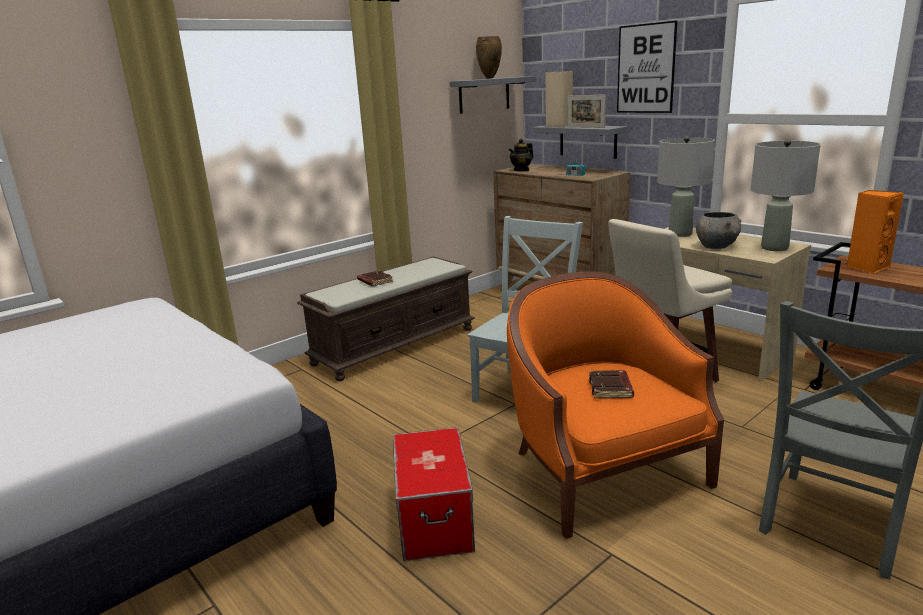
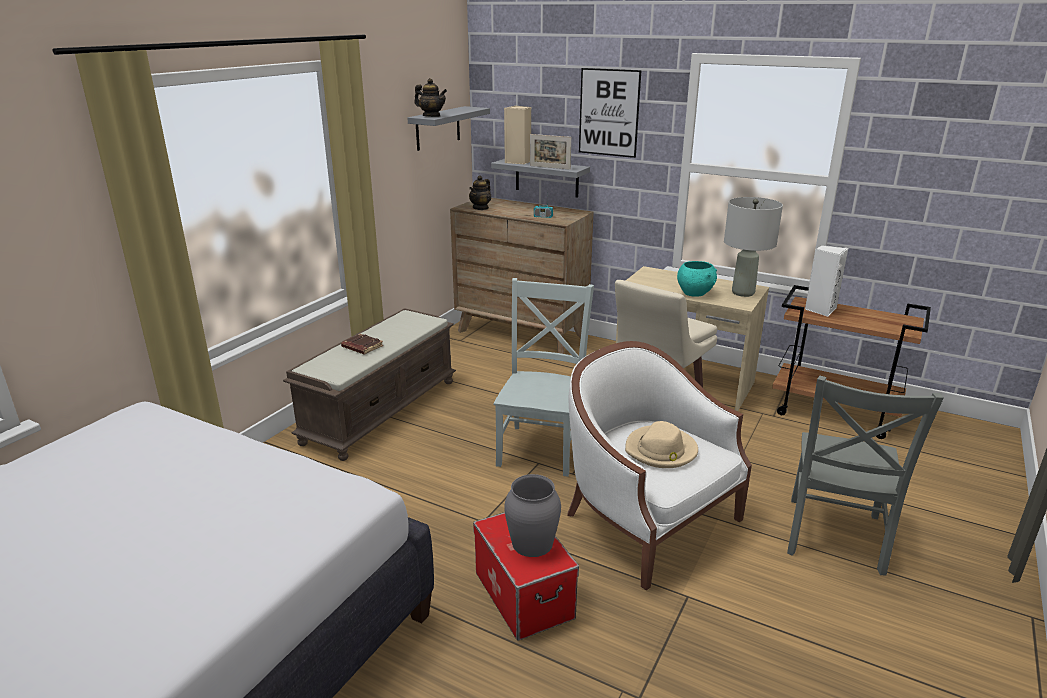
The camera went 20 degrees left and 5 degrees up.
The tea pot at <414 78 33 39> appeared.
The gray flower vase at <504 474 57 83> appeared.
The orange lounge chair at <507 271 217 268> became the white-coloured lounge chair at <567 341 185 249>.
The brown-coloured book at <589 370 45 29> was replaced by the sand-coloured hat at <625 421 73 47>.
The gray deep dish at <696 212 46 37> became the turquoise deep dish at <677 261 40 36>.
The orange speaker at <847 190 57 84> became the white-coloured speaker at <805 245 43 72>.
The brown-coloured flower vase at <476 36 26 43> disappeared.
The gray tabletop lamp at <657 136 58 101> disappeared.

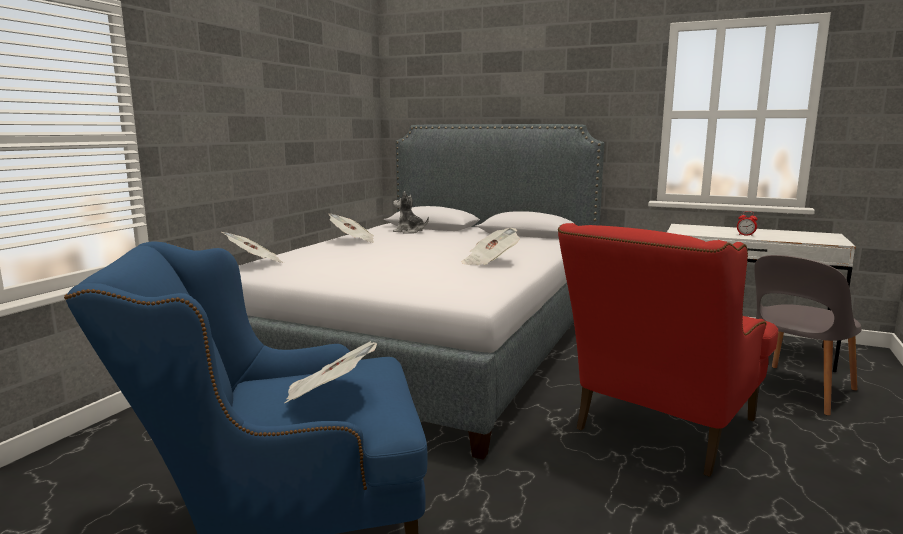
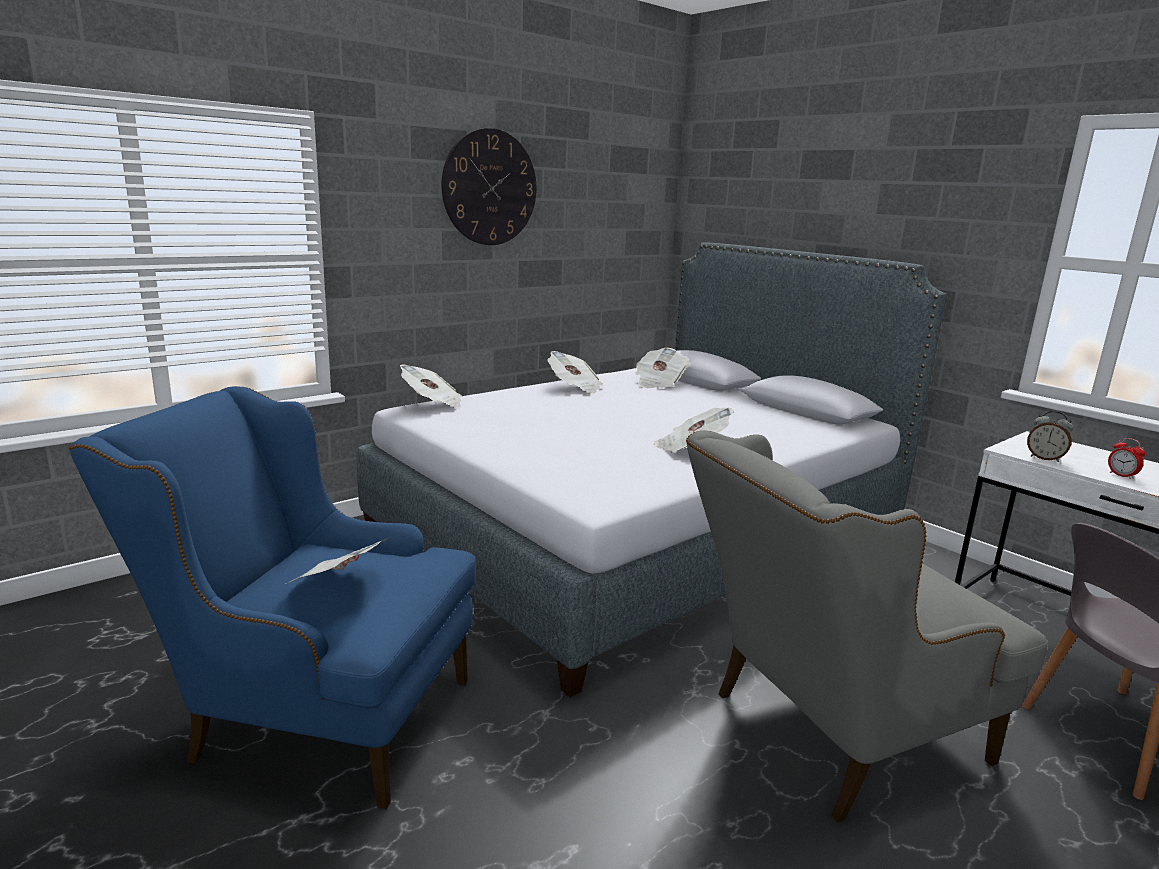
The camera went 25 degrees right and 5 degrees up.
The wall clock at <442 128 94 117> appeared.
The soft toy at <393 191 36 43> was replaced by the newspaper at <635 348 54 40>.
The red-coloured lounge chair at <558 223 220 254> became the gray lounge chair at <686 430 362 393>.
The table clock at <1027 411 46 51> appeared.

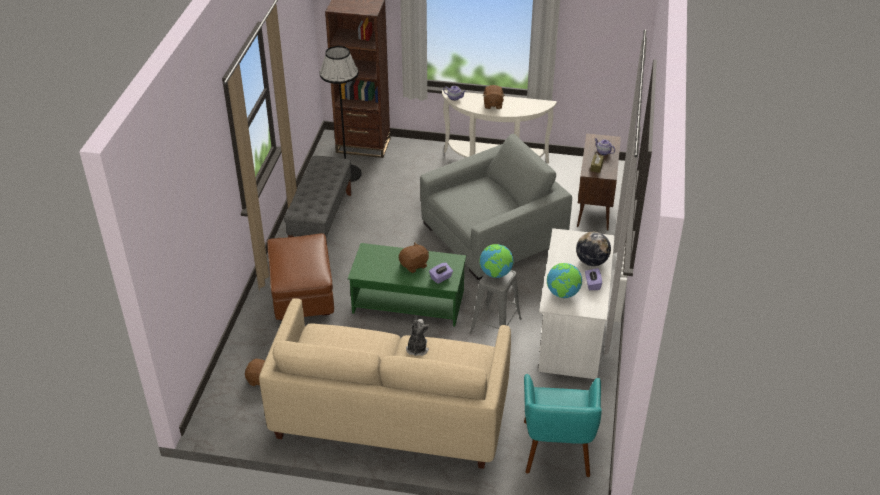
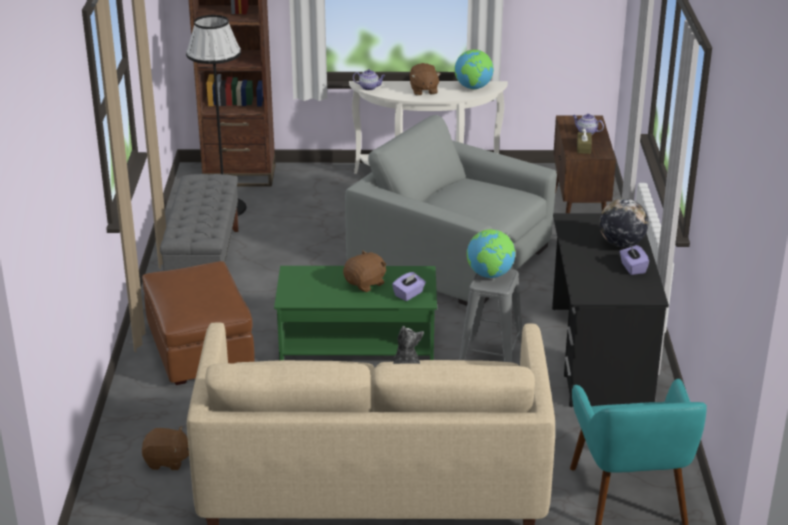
The camera went 10 degrees left and 10 degrees down.
The gray lounge chair at <420 134 152 146> turned 105 degrees counterclockwise.
The globe moved from <547 263 35 35> to <454 50 40 39>.
The white-coloured desk at <538 228 77 151> became the black-coloured desk at <552 213 117 194>.

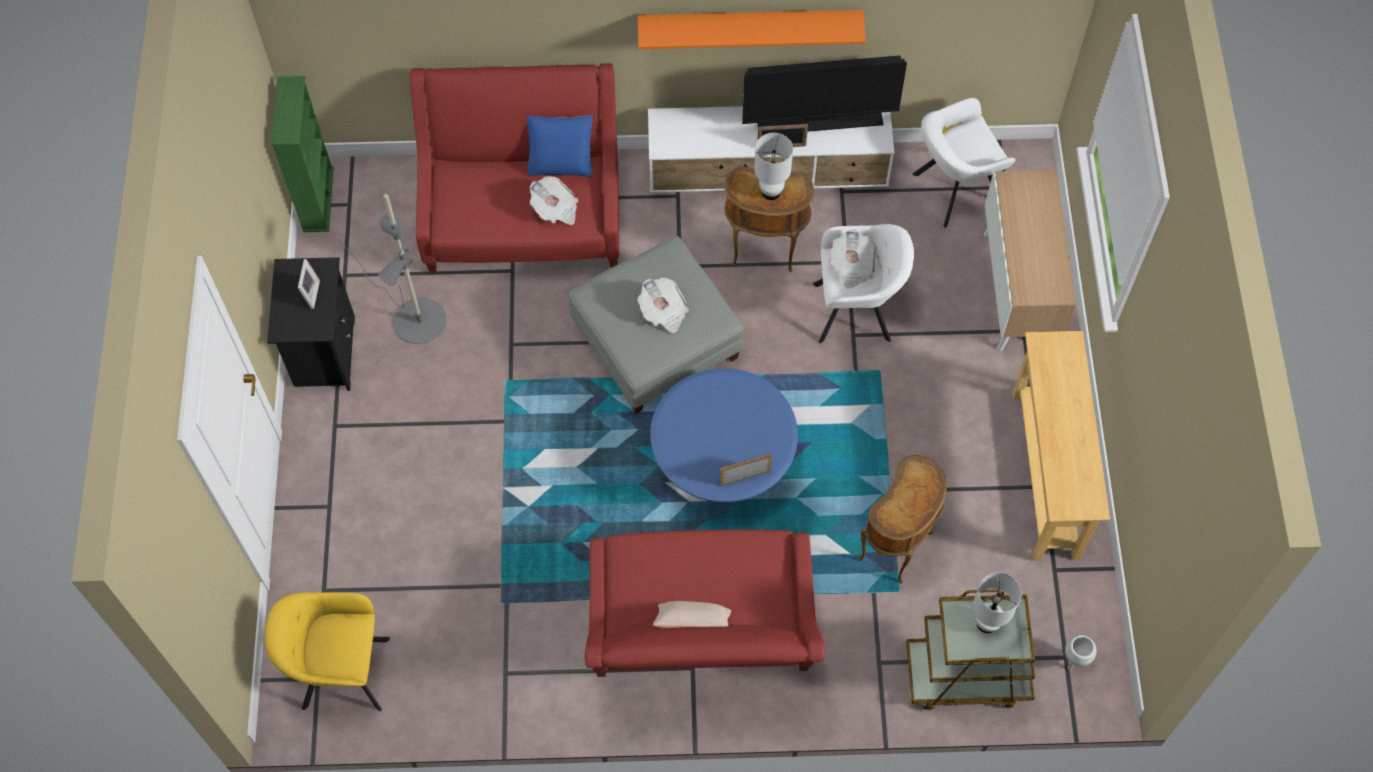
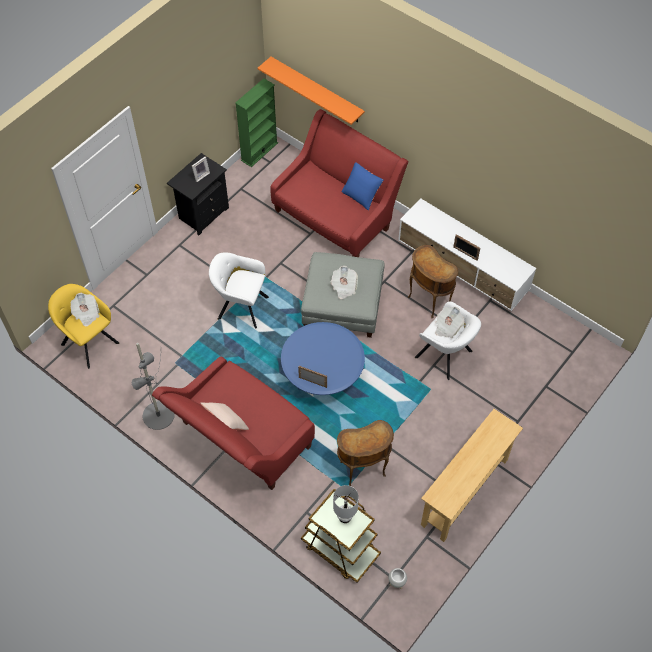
The camera went 40 degrees right and 5 degrees down.
The newspaper moved from <530 176 48 49> to <70 293 30 34>.
The gray standing lamp moved from <336 194 110 150> to <132 343 43 87>.
The white-coloured lounge chair moved from <913 98 102 130> to <209 252 60 76>.
The orange shelf moved from <638 10 228 39> to <257 57 108 68>.
The TV at <742 55 165 77> disappeared.
The white-coloured tabletop lamp at <754 133 39 67> disappeared.
The cabinet at <983 170 93 181> disappeared.

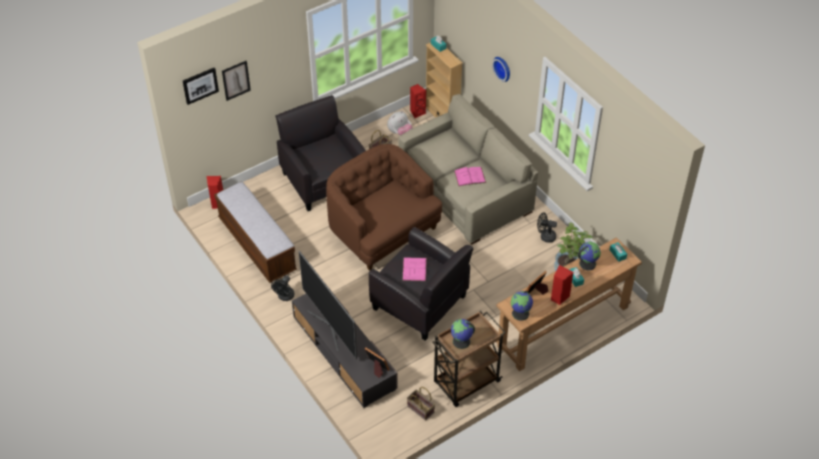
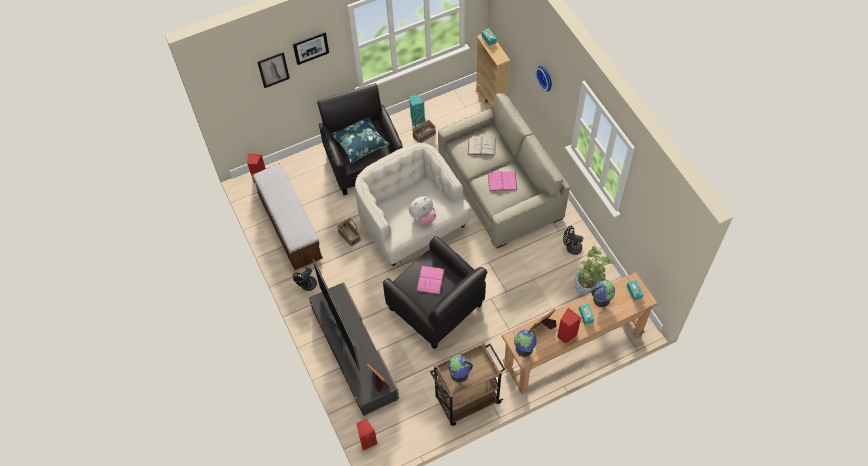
The camera went 10 degrees right and 10 degrees up.
The wall art moved from <183 68 36 37> to <292 31 37 34>.
The blue-coloured throw pillow at <332 118 58 45> appeared.
The storage basket moved from <407 387 28 33> to <337 218 24 29>.
The brown-coloured lounge chair at <326 144 116 127> became the white-coloured lounge chair at <355 143 115 123>.
The red-coloured speaker moved from <410 84 16 34> to <356 419 22 31>.
The turquoise speaker at <409 94 16 32> appeared.
The soft toy moved from <387 111 26 24> to <409 196 27 29>.
The white-coloured book at <468 136 28 20> appeared.

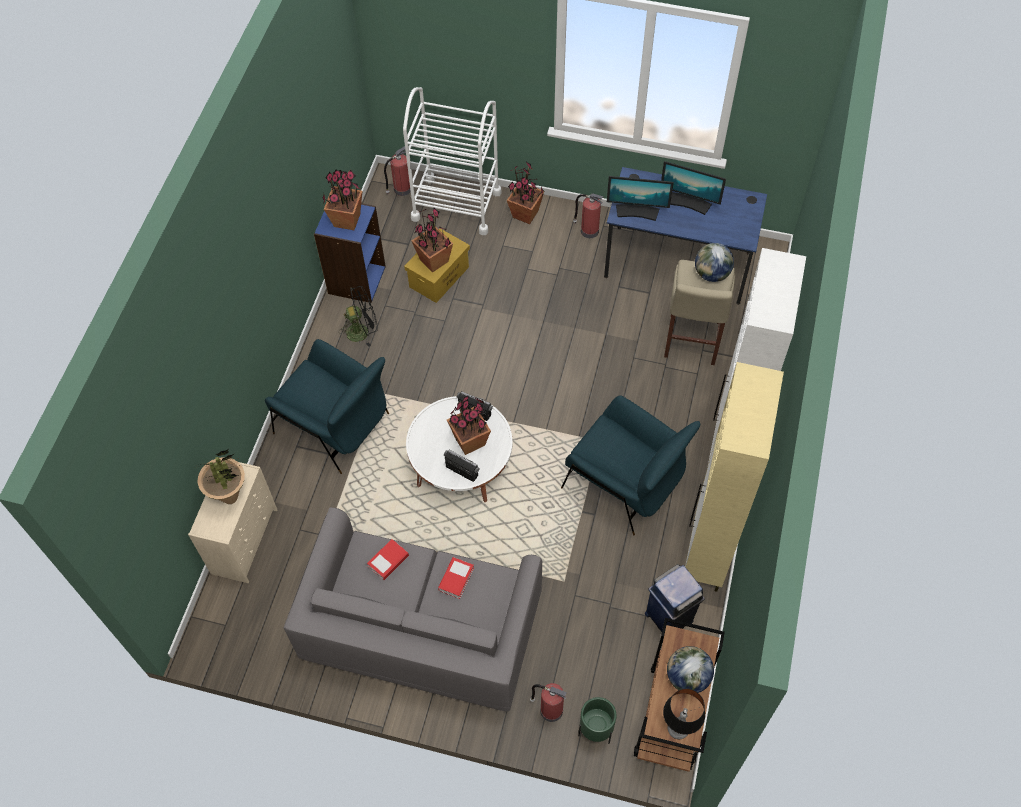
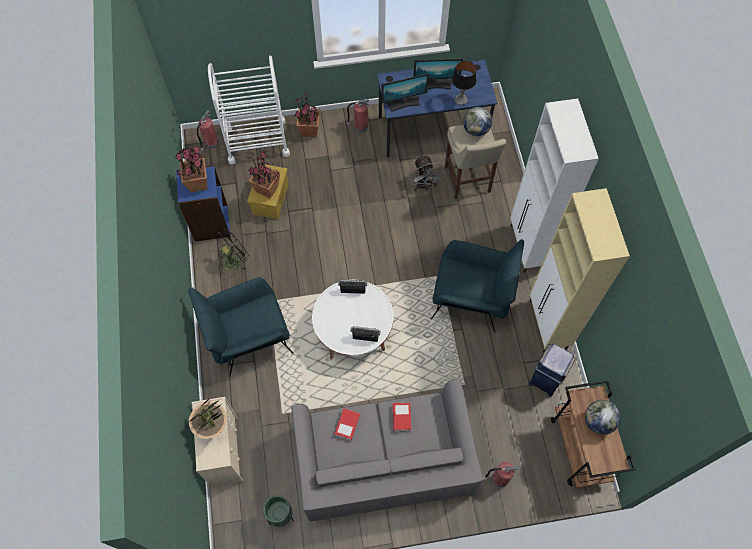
The camera went 25 degrees left and 5 degrees up.
The blue-coloured lounge chair at <265 339 124 135> turned 150 degrees clockwise.
The green flower pot moved from <578 697 38 47> to <263 495 31 32>.
The gray electric fan at <411 155 35 36> appeared.
The tabletop lamp moved from <663 688 42 51> to <452 61 25 44>.
The houseplant at <447 396 44 59> disappeared.

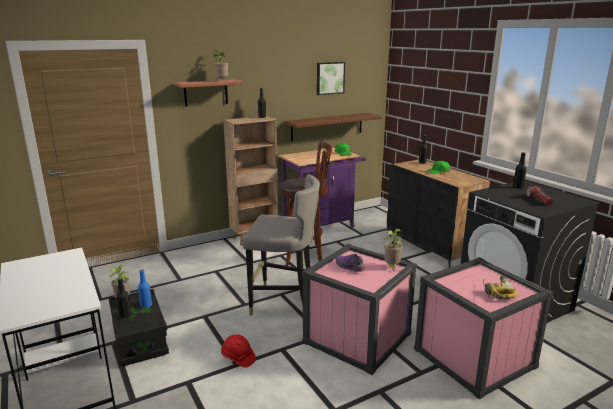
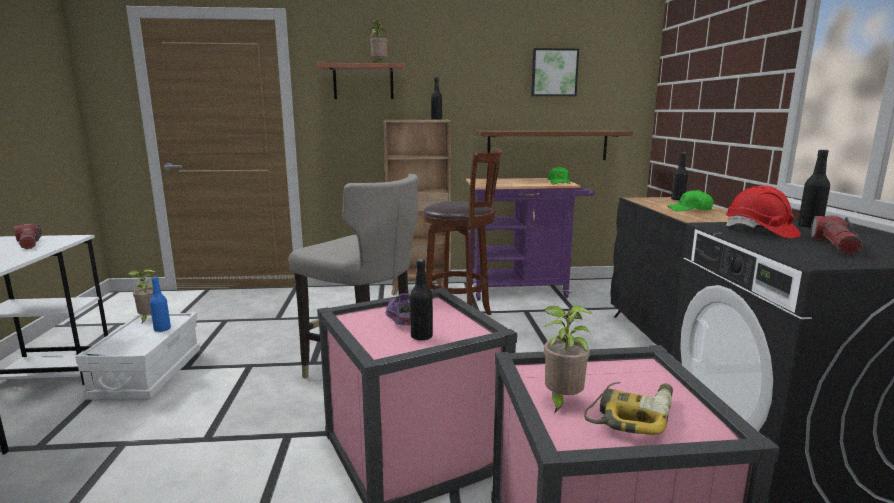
The camera went 25 degrees right and 5 degrees down.
The torch at <14 224 27 25> appeared.
The black-coloured storage container at <109 289 60 77> became the white-coloured storage container at <75 313 125 88>.
The black-coloured beverage bottle moved from <116 278 15 40> to <410 259 23 82>.
The houseplant moved from <384 229 19 42> to <543 306 50 108>.
The red-coloured work helmet moved from <221 334 35 34> to <726 186 75 52>.

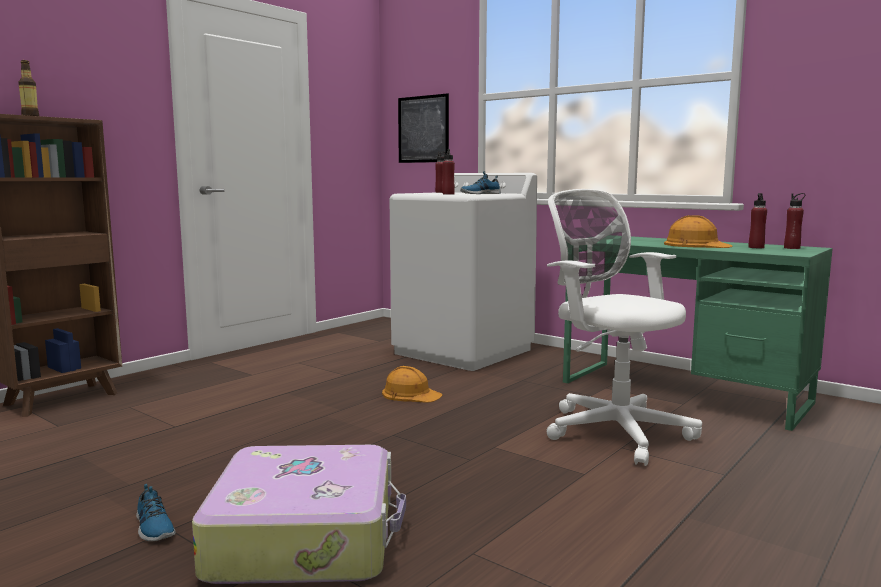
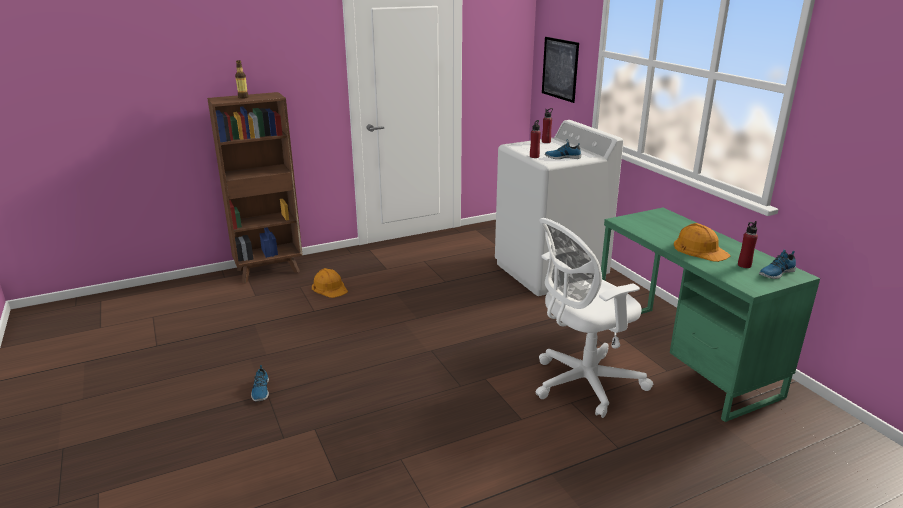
The camera went 25 degrees right and 15 degrees up.
The orange work helmet moved from <382 366 61 37> to <312 268 36 30>.
The white-coloured office chair at <547 189 155 277> turned 105 degrees counterclockwise.
The red-coloured beverage bottle at <784 193 22 56> was replaced by the item of footwear at <759 250 37 29>.
The travel case at <192 445 214 139> disappeared.

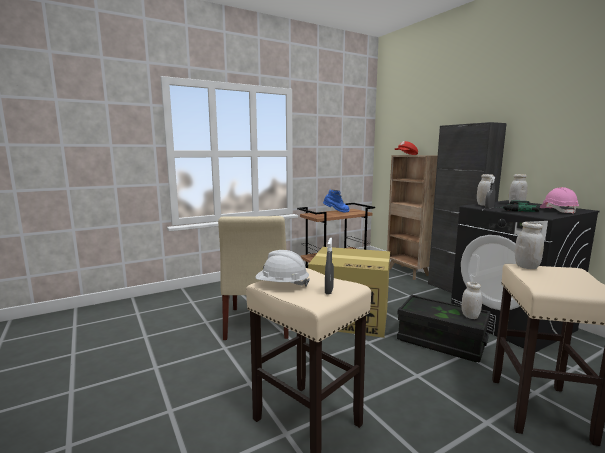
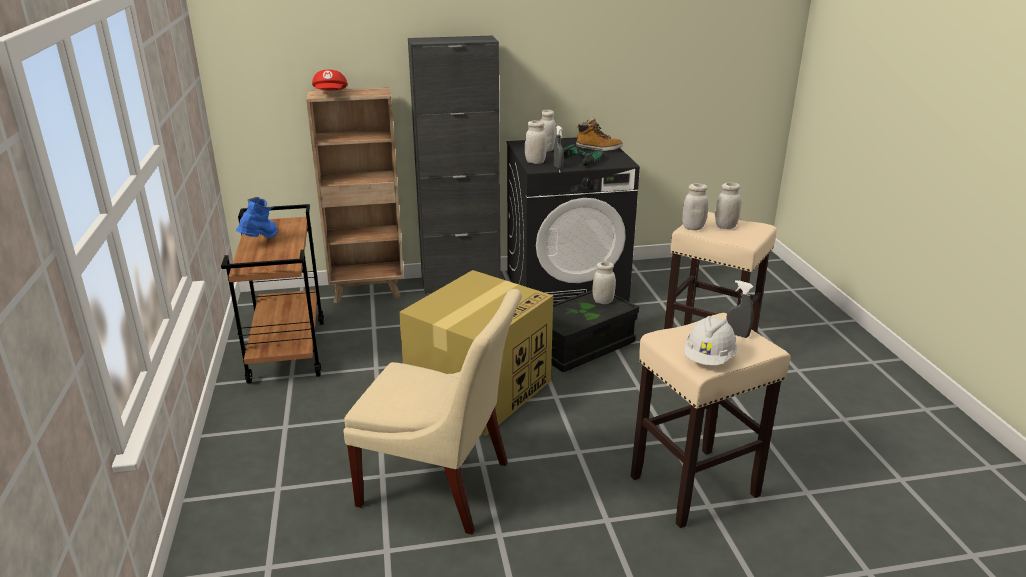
The camera went 70 degrees left and 15 degrees up.
The pinkish work helmet at <540 187 39 27> was replaced by the high-top boot at <576 118 47 34>.
The white-coloured preserve jar at <715 182 26 47> appeared.

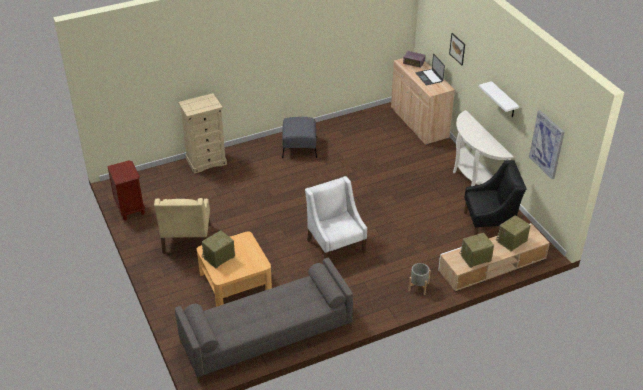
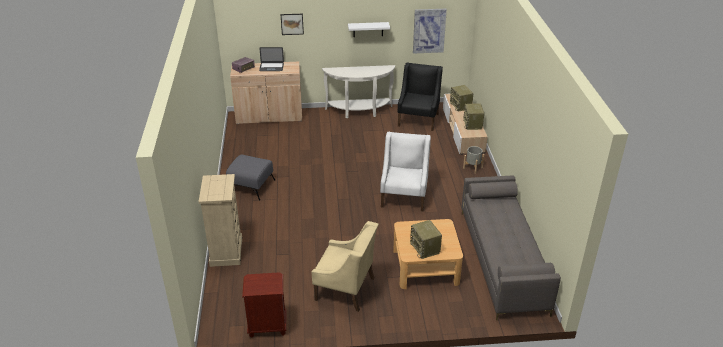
The camera went 70 degrees left and 5 degrees down.
The white-coloured lounge chair at <305 176 62 83> turned 105 degrees clockwise.

